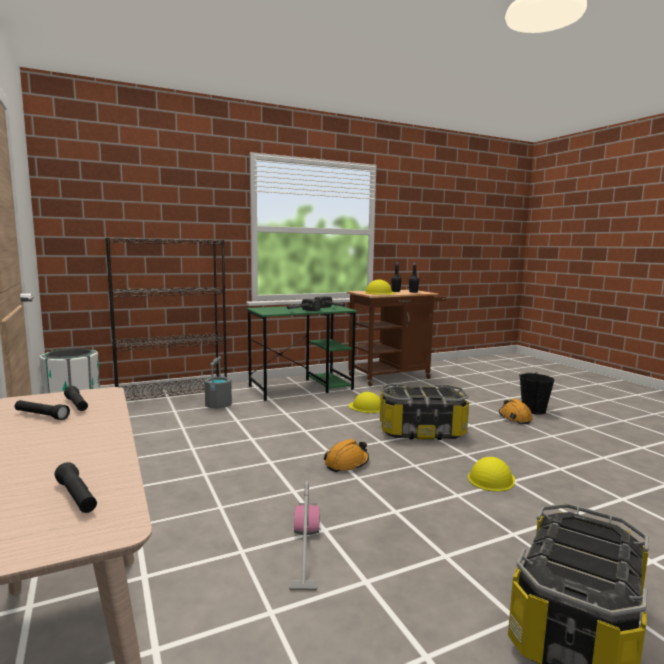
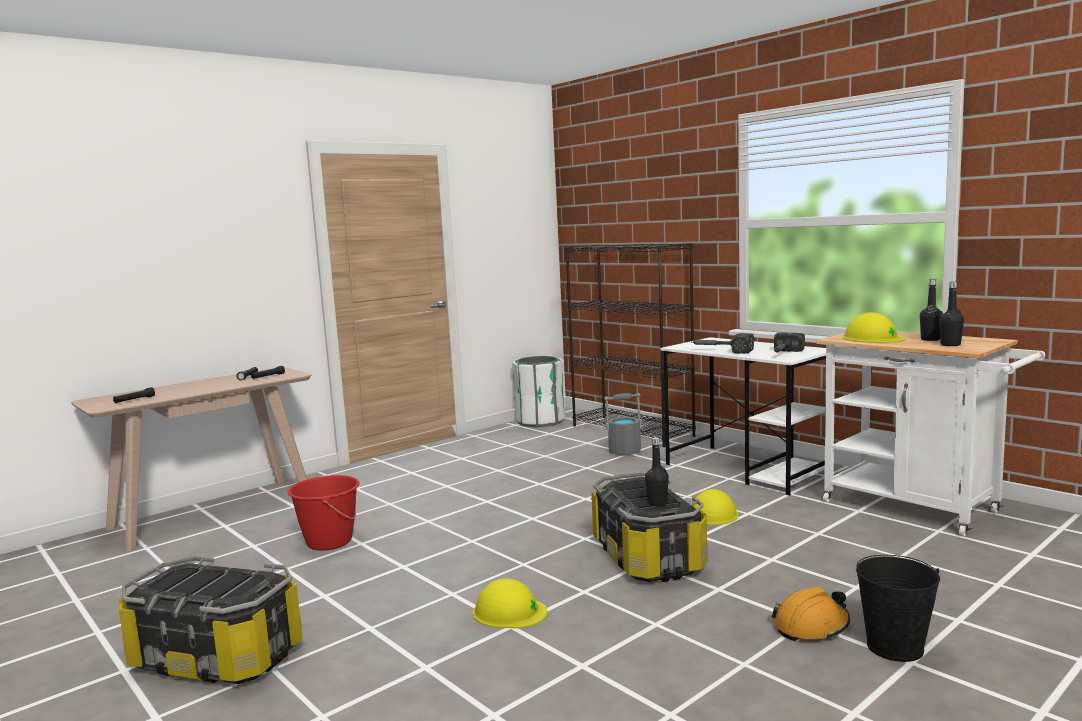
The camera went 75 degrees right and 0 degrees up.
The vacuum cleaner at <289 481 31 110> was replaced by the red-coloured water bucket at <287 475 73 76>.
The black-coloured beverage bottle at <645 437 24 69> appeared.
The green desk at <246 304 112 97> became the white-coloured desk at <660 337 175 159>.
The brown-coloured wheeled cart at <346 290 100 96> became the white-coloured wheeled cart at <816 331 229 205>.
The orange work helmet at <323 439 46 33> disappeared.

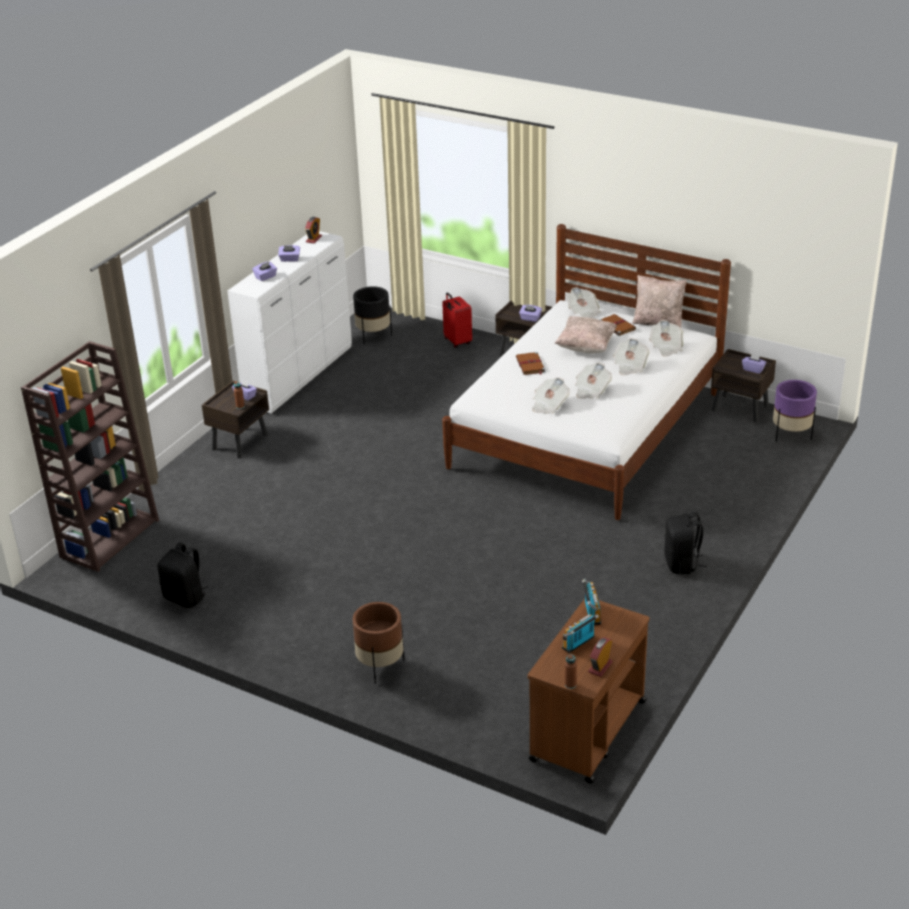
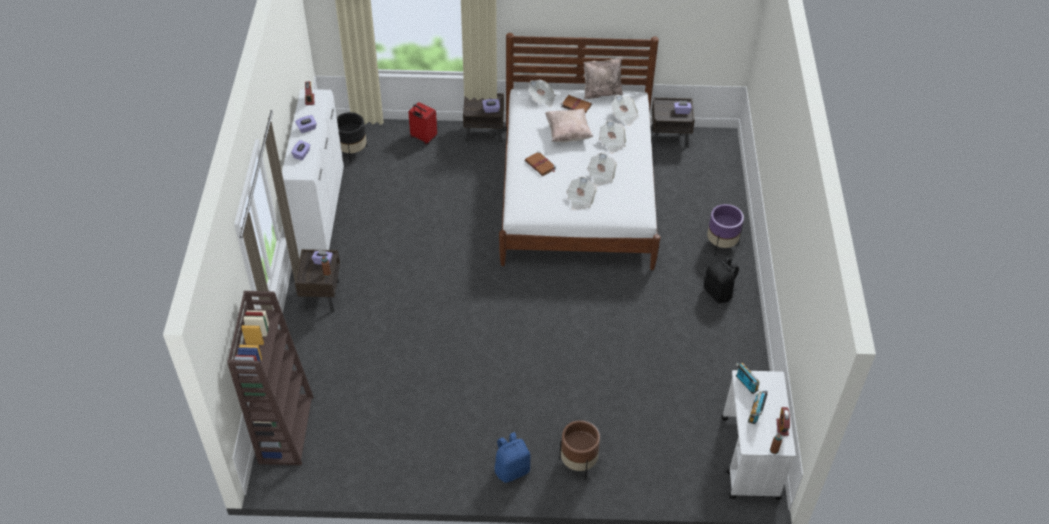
The camera went 30 degrees left and 15 degrees up.
The blue-coloured backpack at <494 432 36 51> appeared.
The purplish flower pot moved from <773 380 44 62> to <707 204 37 51>.
The brown-coloured wheeled cart at <527 599 123 185> became the white-coloured wheeled cart at <721 370 75 130>.
The black-coloured backpack at <157 542 51 66> disappeared.

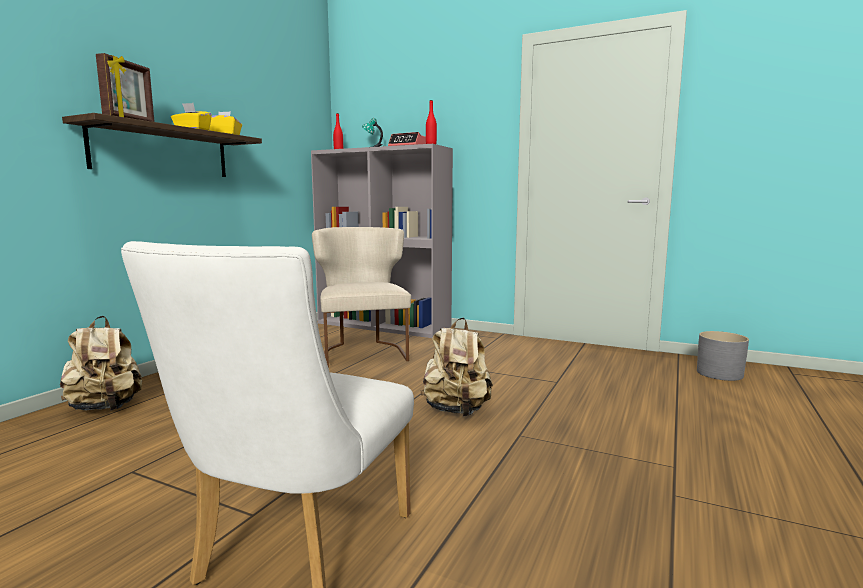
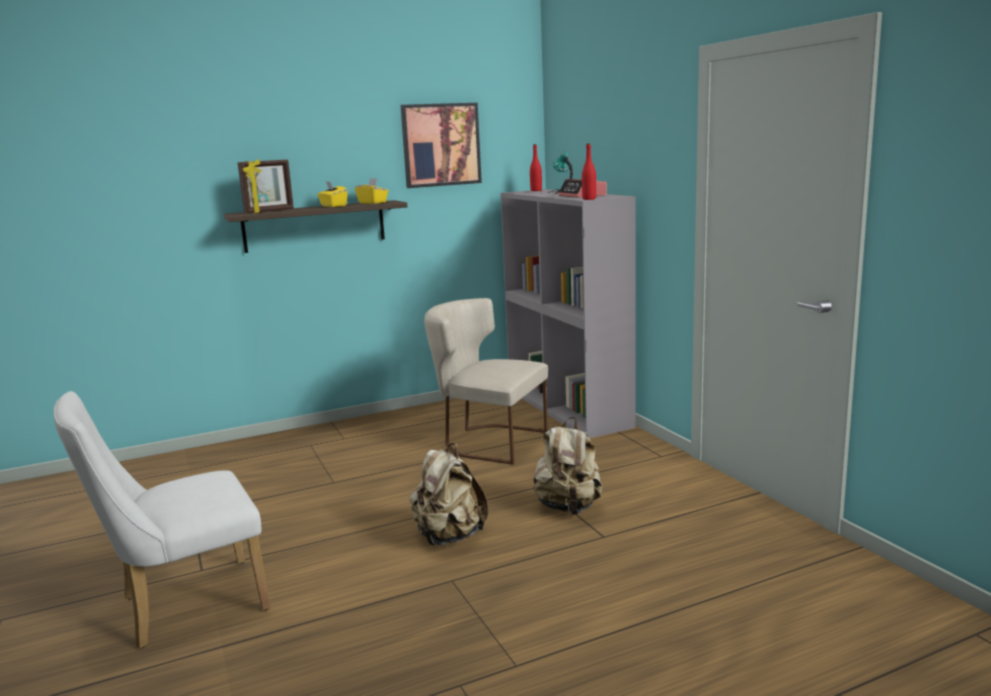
The camera went 40 degrees right and 5 degrees up.
The wall art at <400 103 82 85> appeared.
The sand-coloured plain chair at <312 227 99 140> turned 90 degrees counterclockwise.
The sand-coloured backpack moved from <60 316 82 94> to <533 417 70 98>.
The gray flower pot at <697 331 52 50> disappeared.

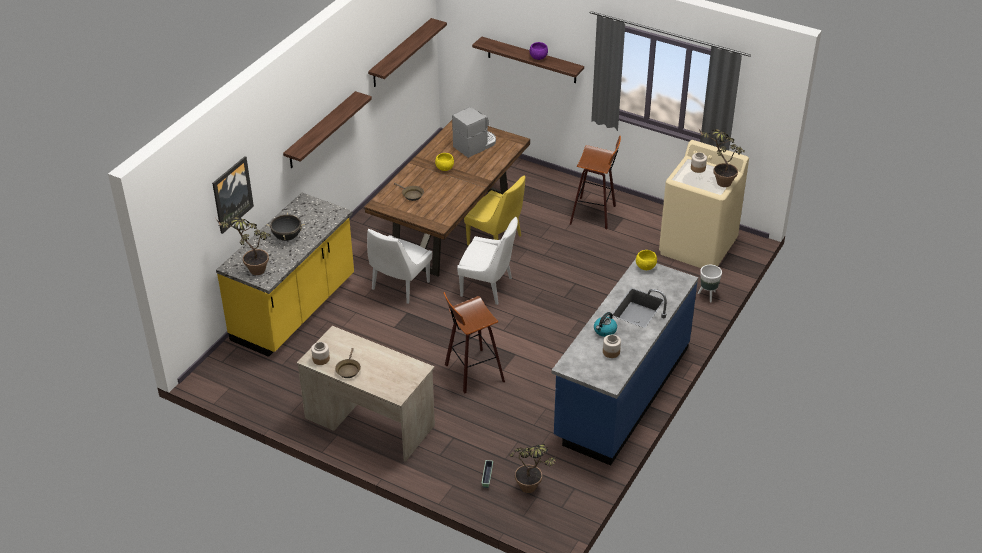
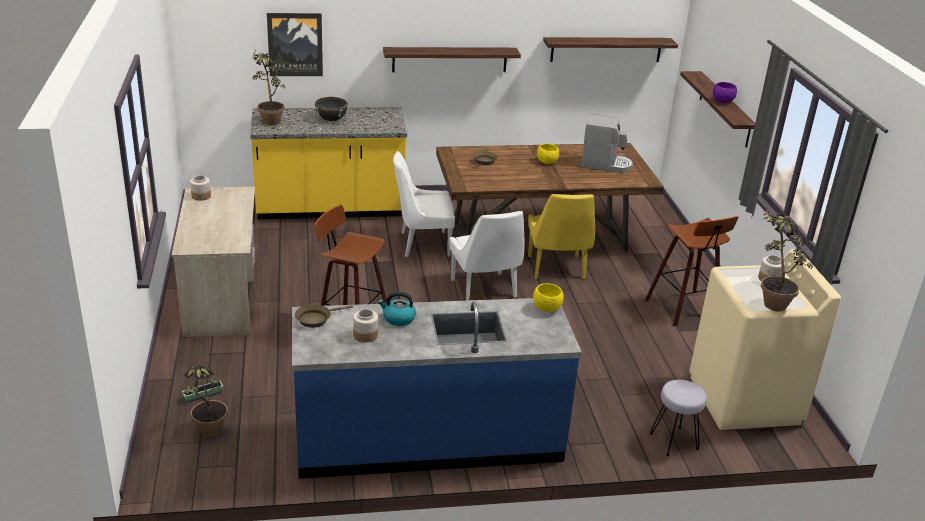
The camera went 50 degrees right and 10 degrees down.
The brown-coloured skillet moved from <335 348 26 30> to <295 304 58 24>.
The white-coloured flower pot at <698 265 24 38> was replaced by the gray stool seat at <650 380 57 76>.

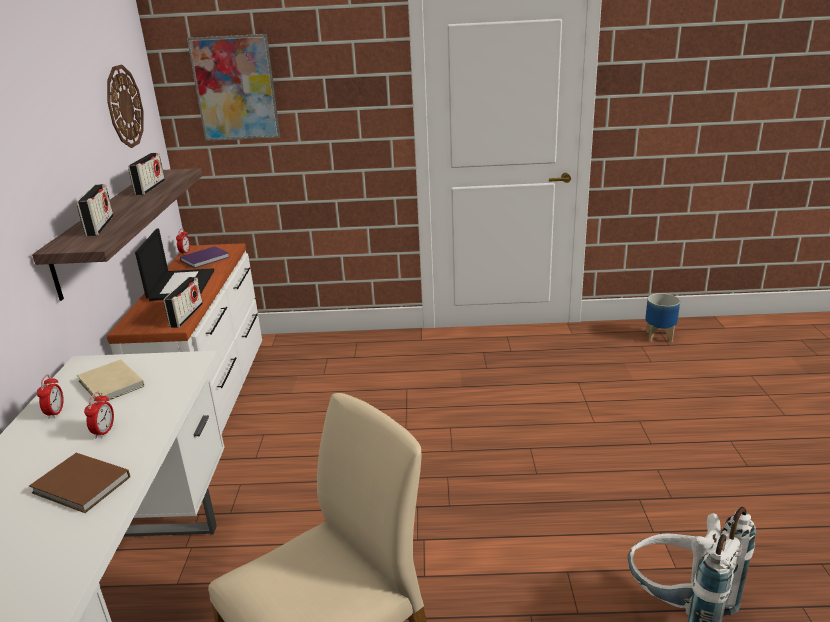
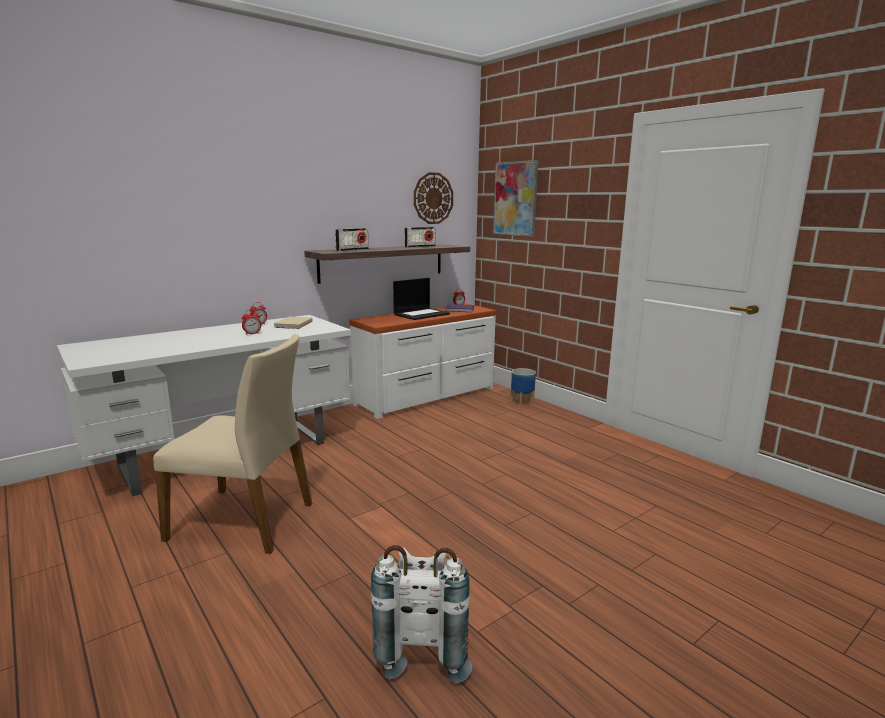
The camera went 50 degrees right and 10 degrees down.
The flower pot moved from <645 293 35 50> to <510 368 26 38>.
The brown-coloured book at <29 453 101 60> disappeared.
The radio set at <163 277 40 51> disappeared.

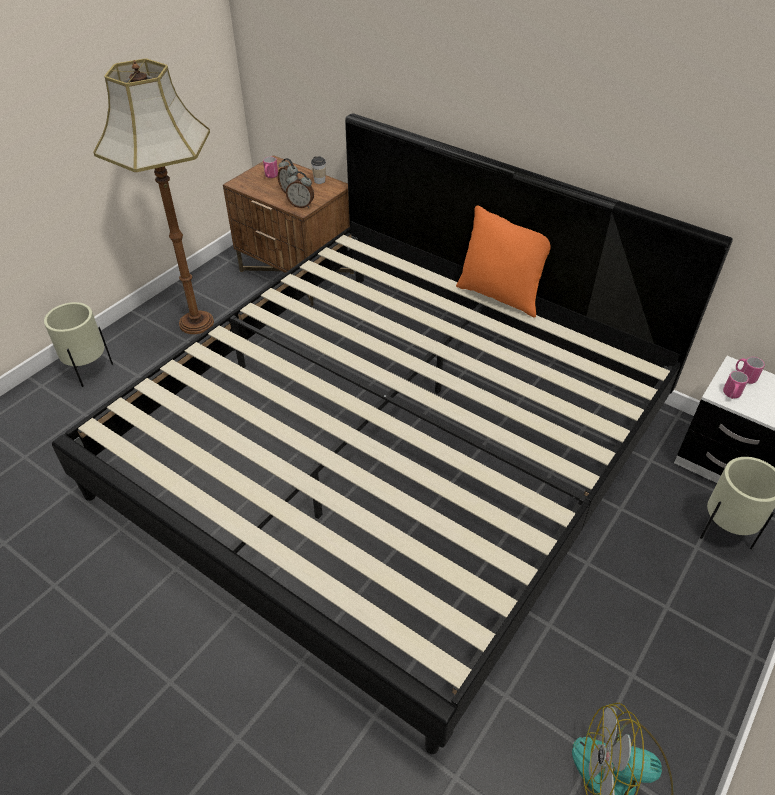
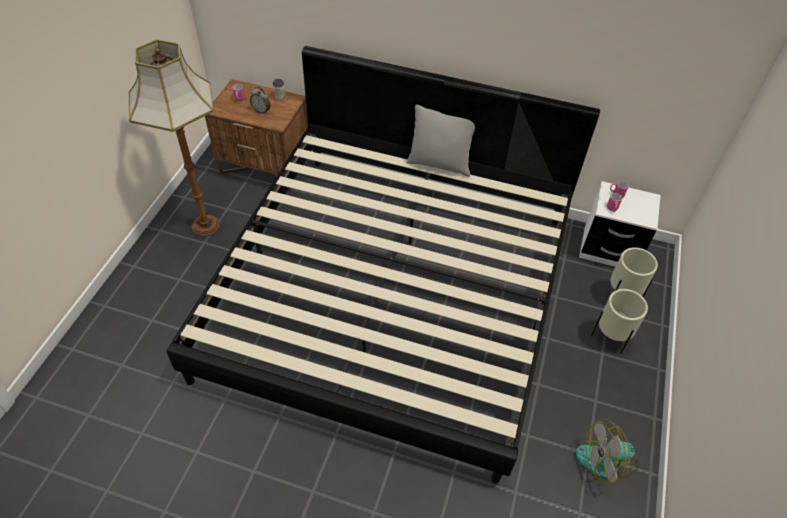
The camera went 20 degrees left and 5 degrees up.
The orange throw pillow at <456 205 95 113> became the gray throw pillow at <406 105 69 72>.
The sand-coloured flower pot moved from <44 302 69 85> to <591 289 57 65>.
The table clock at <286 171 28 37> disappeared.

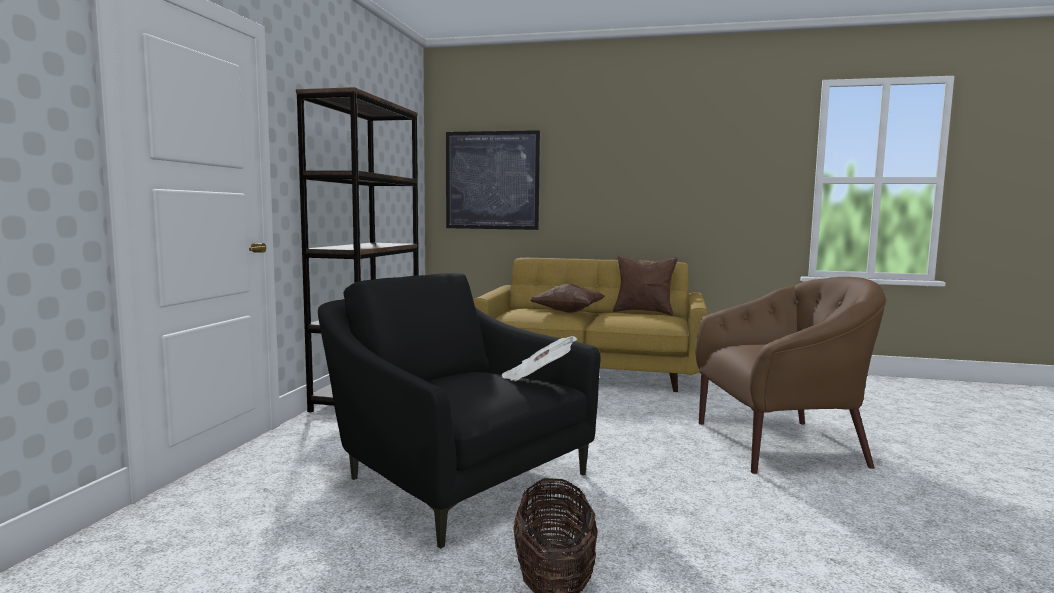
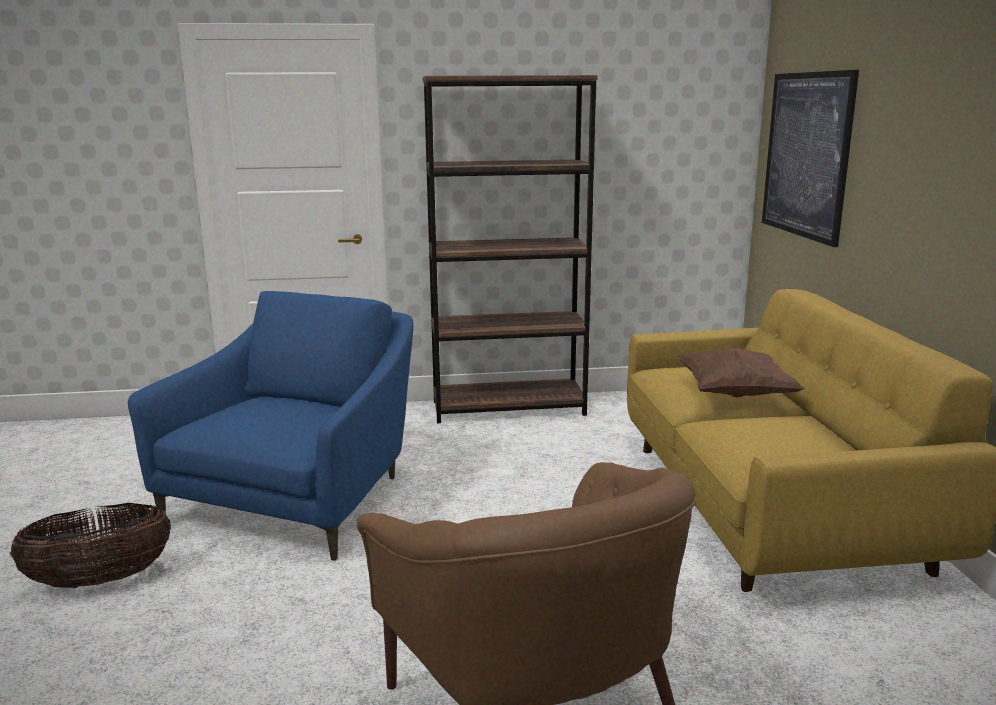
The camera went 70 degrees right and 10 degrees up.
The black-coloured lounge chair at <318 273 283 276> became the blue-coloured lounge chair at <128 291 286 270>.
The newspaper at <501 336 76 45> disappeared.
The brown-coloured throw pillow at <613 256 65 60> disappeared.

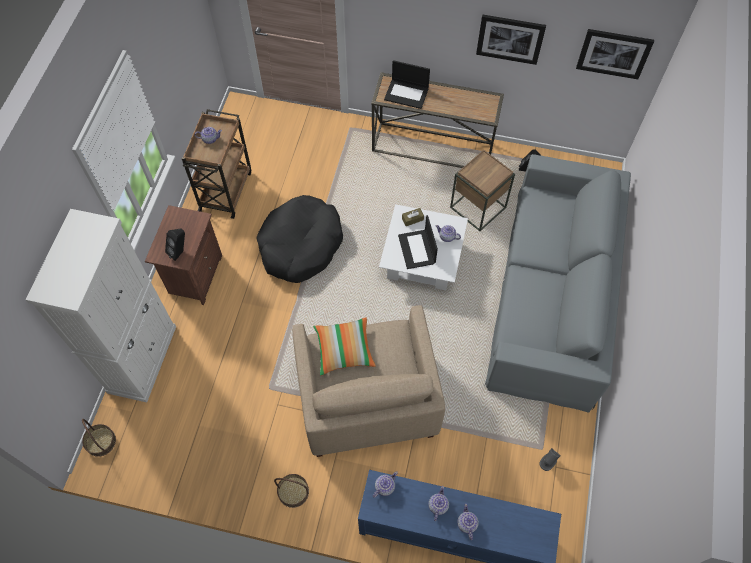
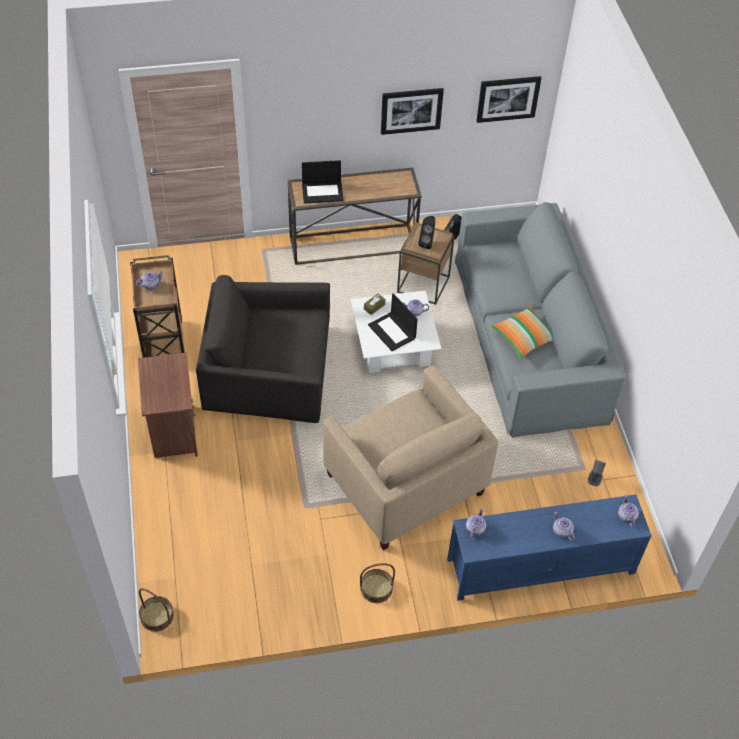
The camera went 25 degrees left and 10 degrees down.
The black-coloured dog bed at <256 195 87 88> was replaced by the black-coloured lounge chair at <196 275 134 148>.
The black-coloured speaker moved from <165 228 20 33> to <419 216 16 33>.
The throw pillow moved from <313 318 63 58> to <491 306 62 54>.
The tea pot moved from <428 486 21 35> to <618 495 21 32>.
The white-coloured cabinet at <25 209 151 193> disappeared.

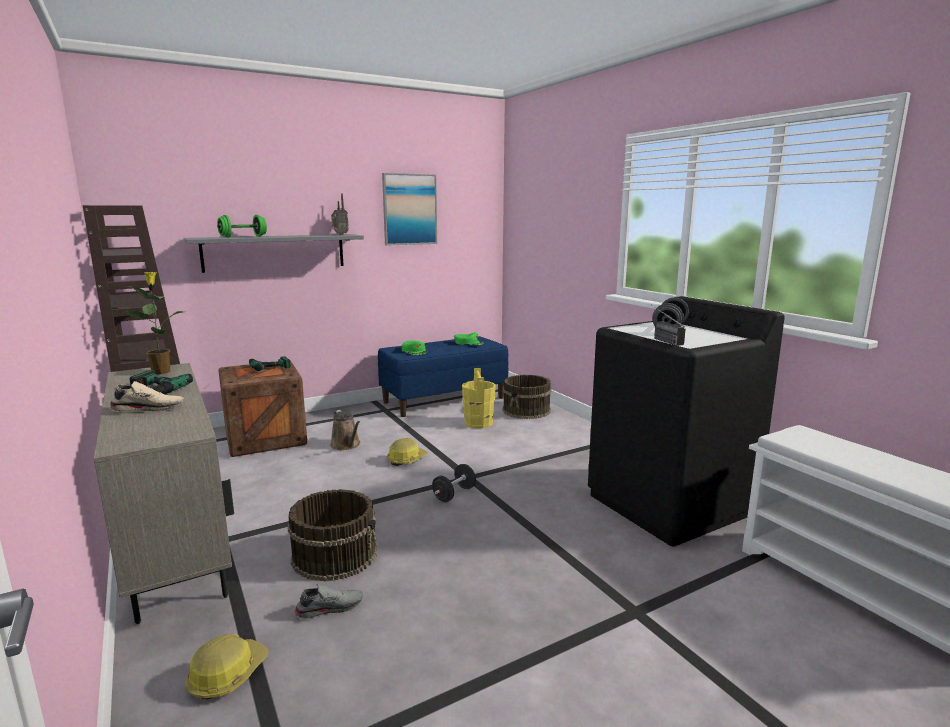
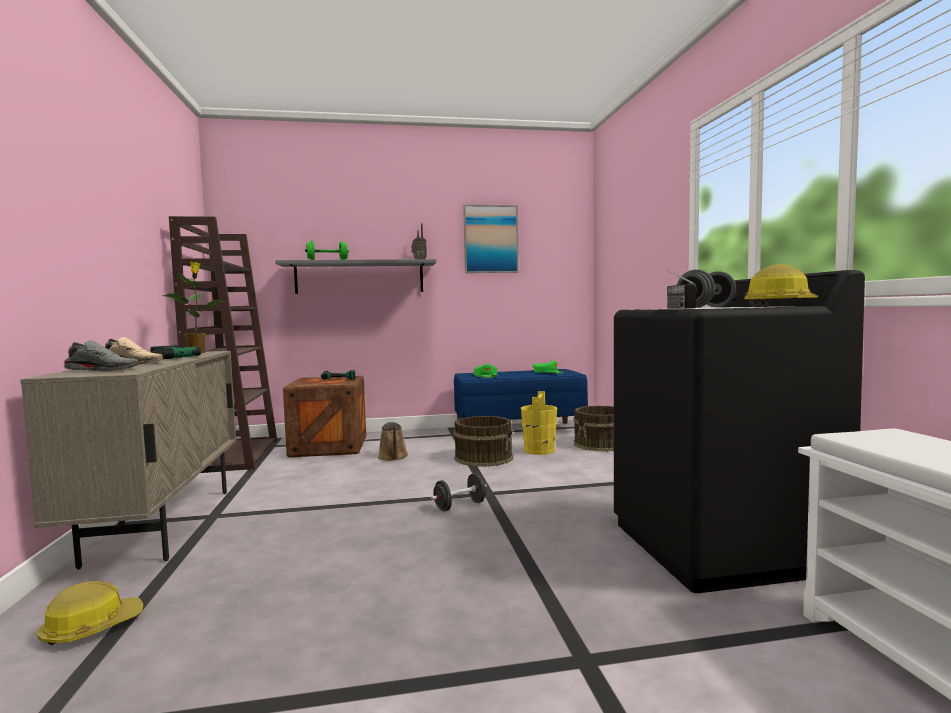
The camera went 20 degrees right and 10 degrees down.
The gray item of footwear moved from <294 584 69 35> to <63 340 76 31>.
The brown-coloured water bucket moved from <288 489 89 92> to <454 416 59 51>.
The work helmet moved from <387 438 41 28> to <744 264 74 43>.

